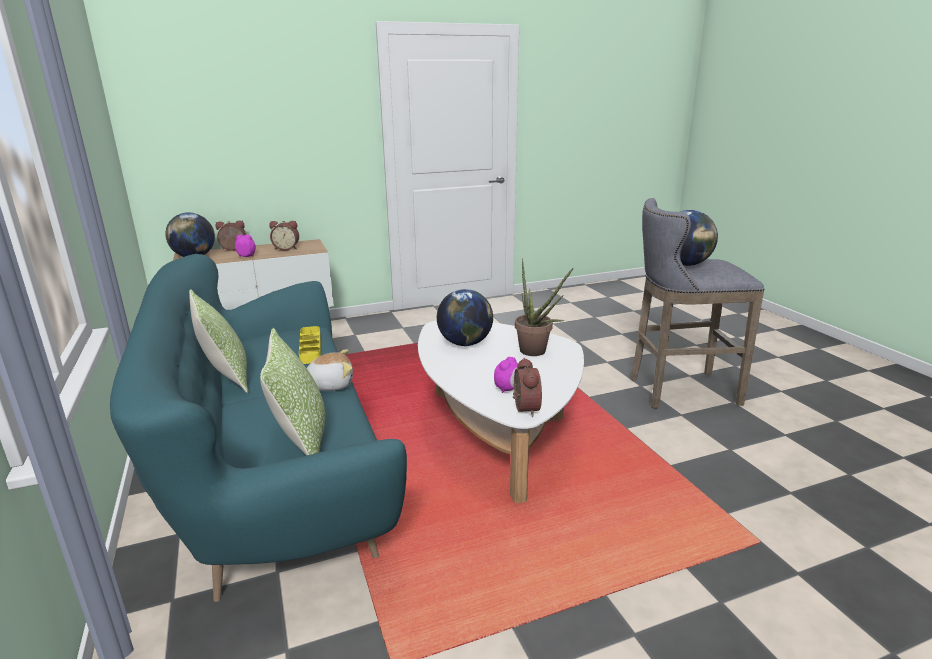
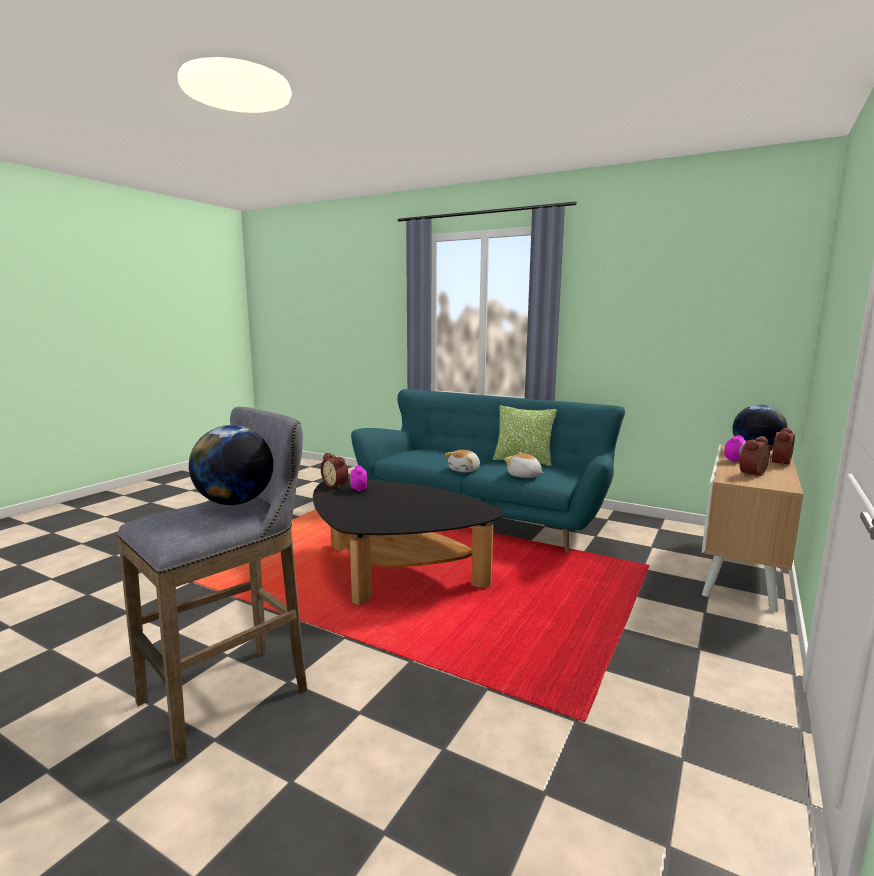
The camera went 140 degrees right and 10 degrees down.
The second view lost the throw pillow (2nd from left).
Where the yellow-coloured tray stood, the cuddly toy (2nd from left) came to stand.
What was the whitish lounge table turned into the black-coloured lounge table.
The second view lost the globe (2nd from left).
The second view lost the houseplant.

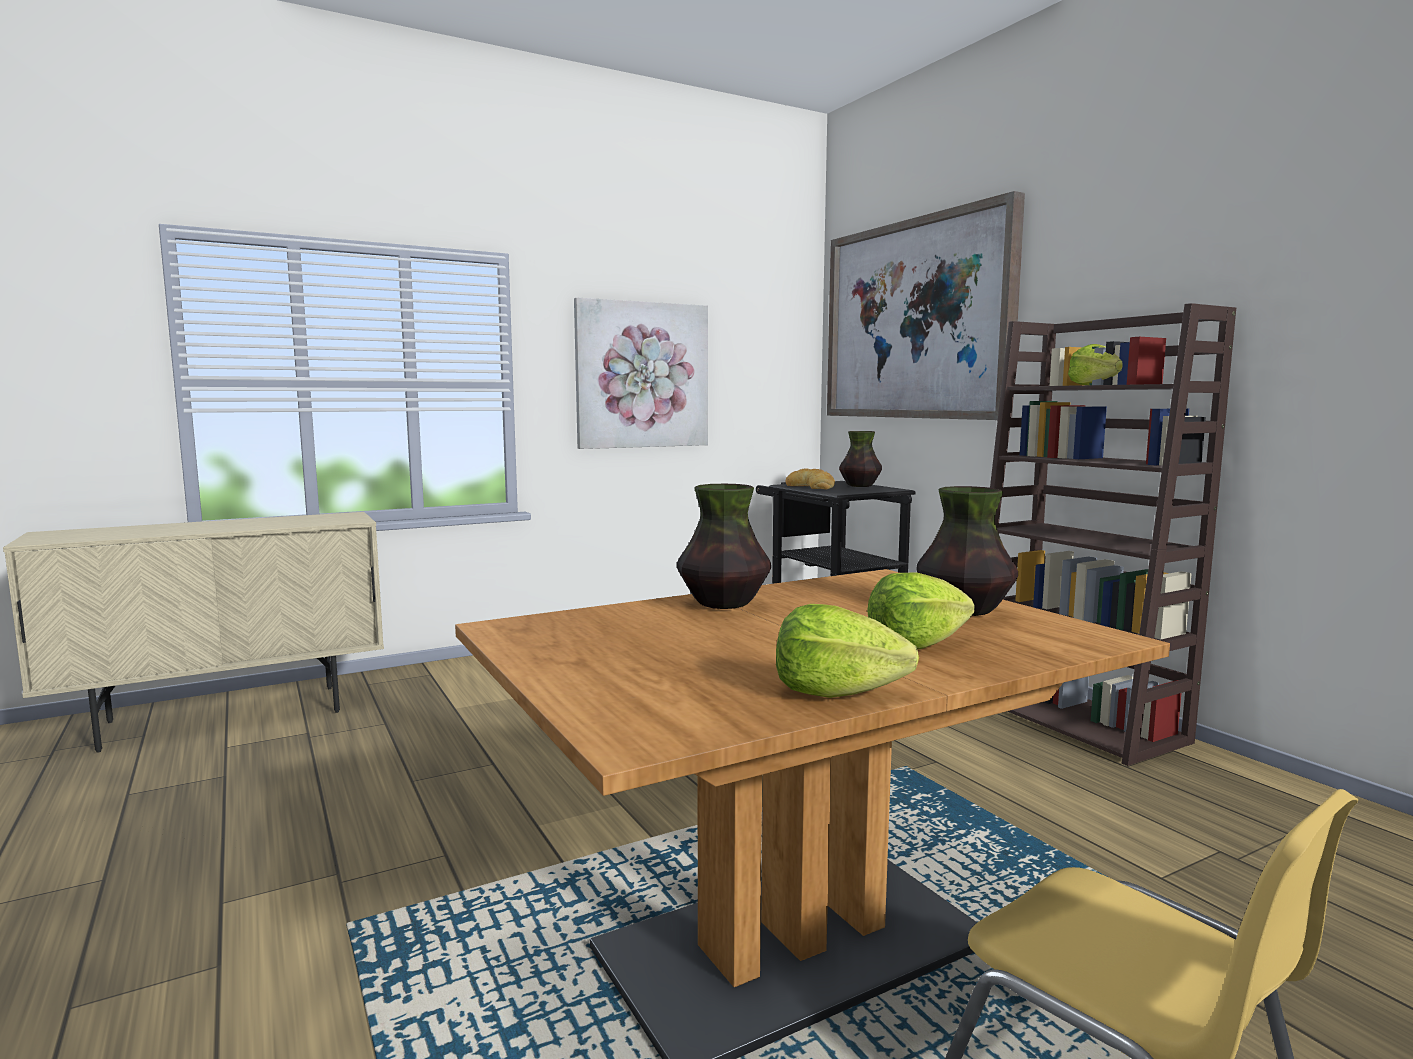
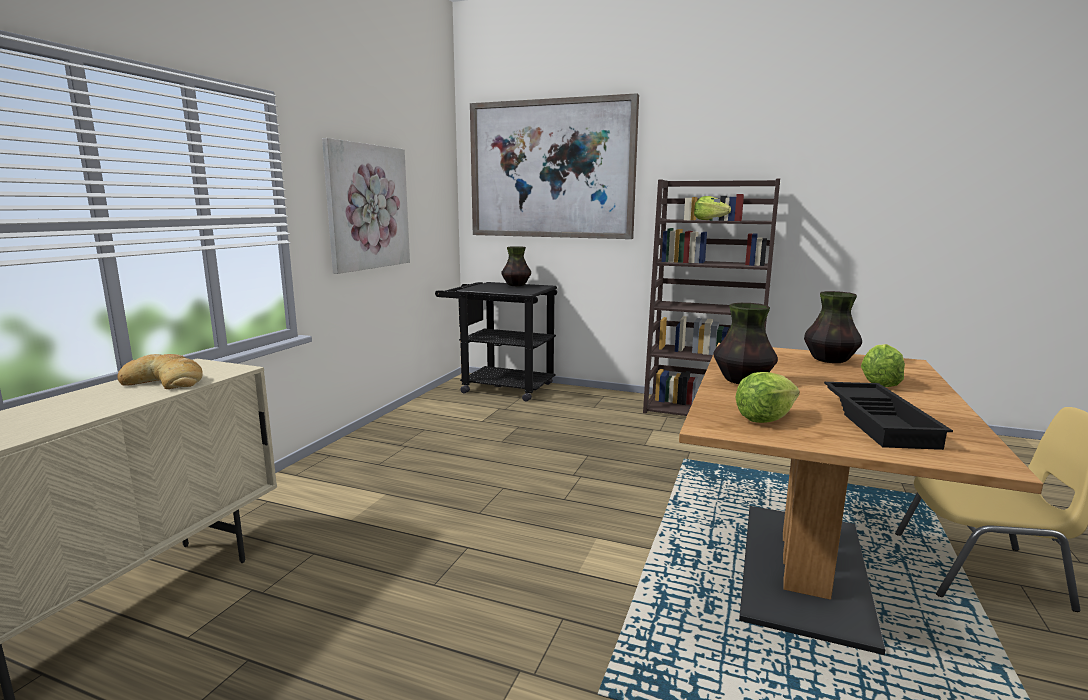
The camera went 40 degrees left and 5 degrees up.
The lettuce head (1st from left in the first image) ended up elsewhere.
The baked bread ended up elsewhere.
The second view gained the black-coloured tray.

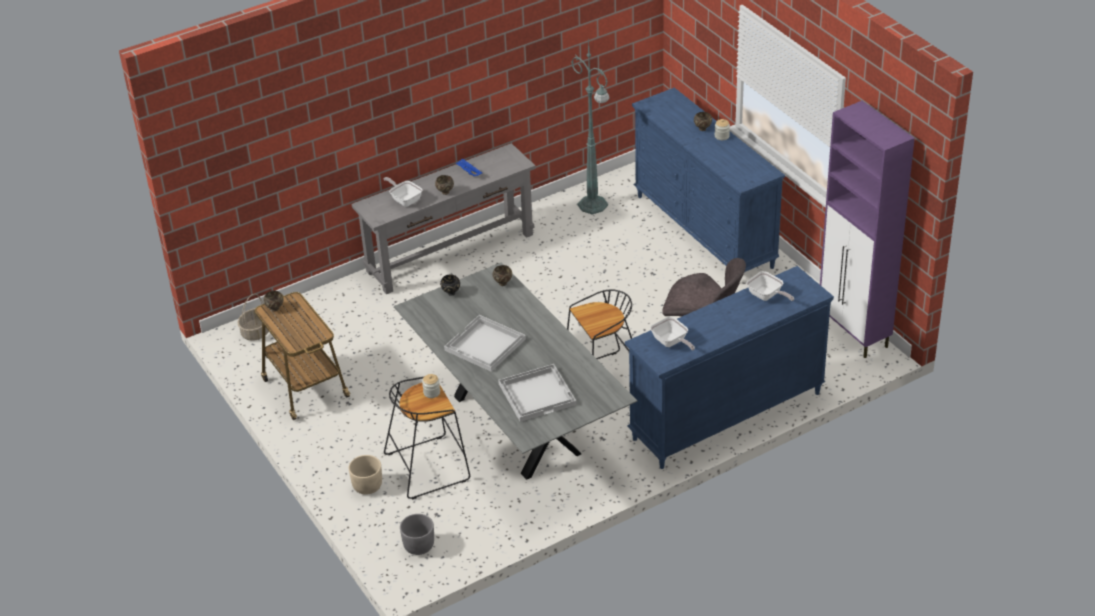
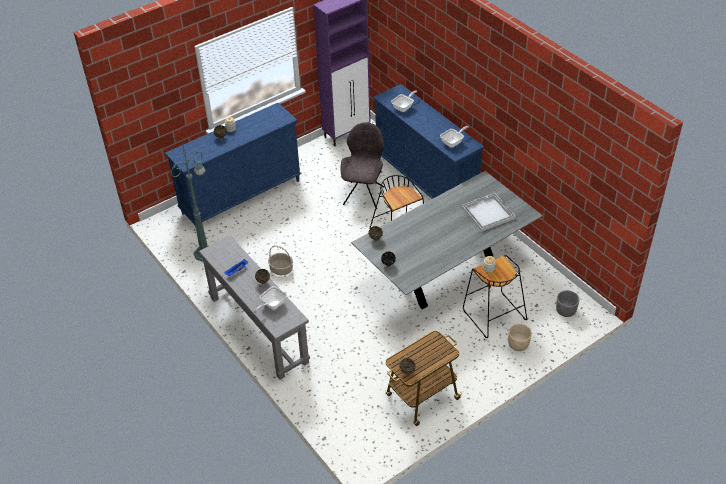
The camera went 95 degrees left and 5 degrees up.
The household basket ended up elsewhere.
The second view lost the whitish tray (1st from left).

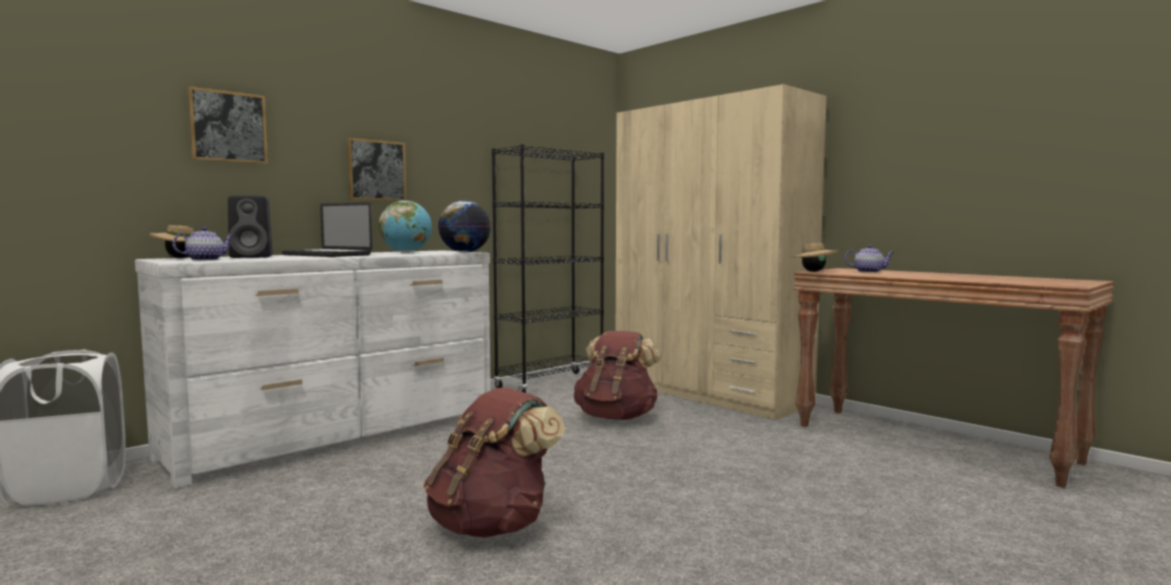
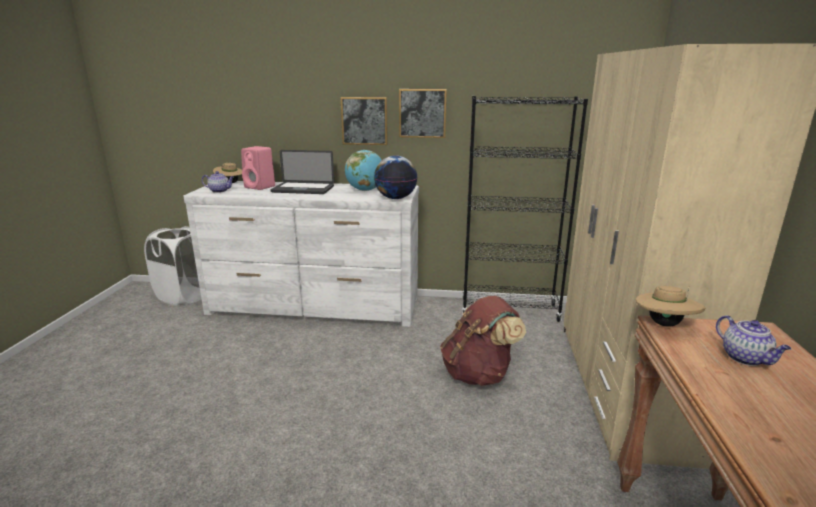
The camera went 50 degrees right and 15 degrees up.
The wall picture (1st from left in the first image) ended up elsewhere.
What was the black-coloured loudspeaker turned into the pink loudspeaker.
The laptop ended up facing another way, 75 degrees counterclockwise from before.
The second view lost the brownish knapsack (1st from left).

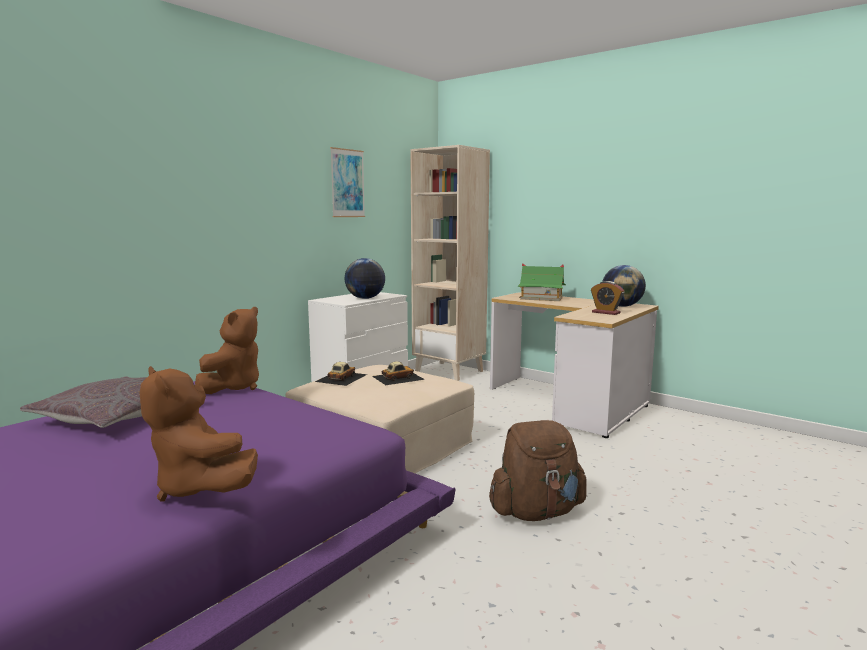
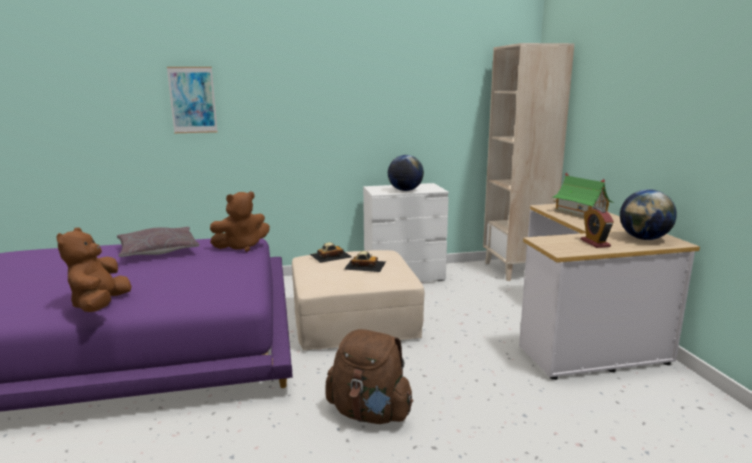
The camera went 40 degrees right and 5 degrees up.
The wall picture ended up elsewhere.

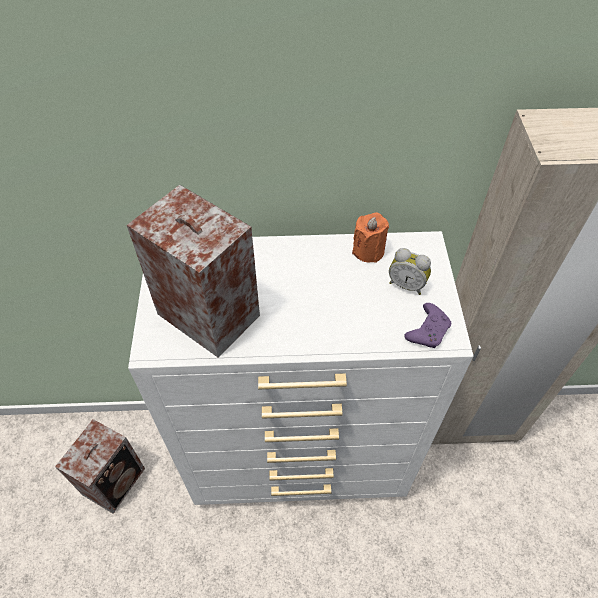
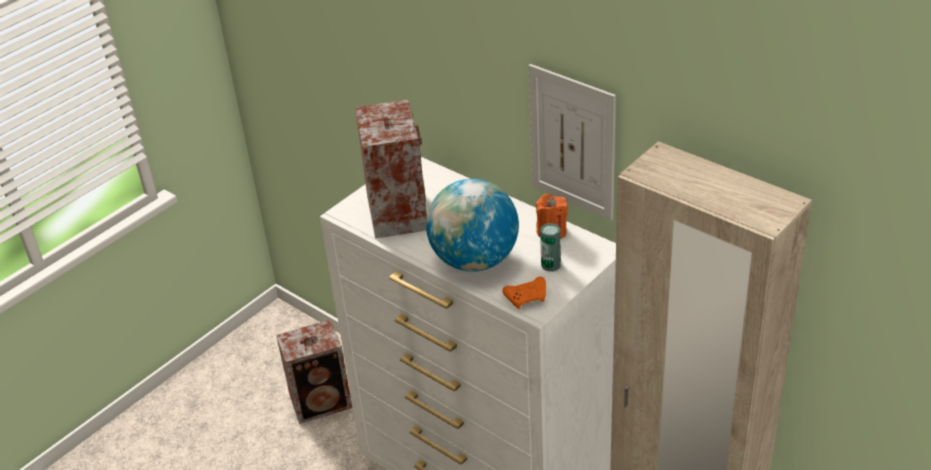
The camera went 45 degrees right and 15 degrees down.
Where the alarm clock stood, the sealed can came to stand.
What was the purplish gamepad turned into the orange-coloured gamepad.
The second view gained the globe.
The second view gained the wall picture.

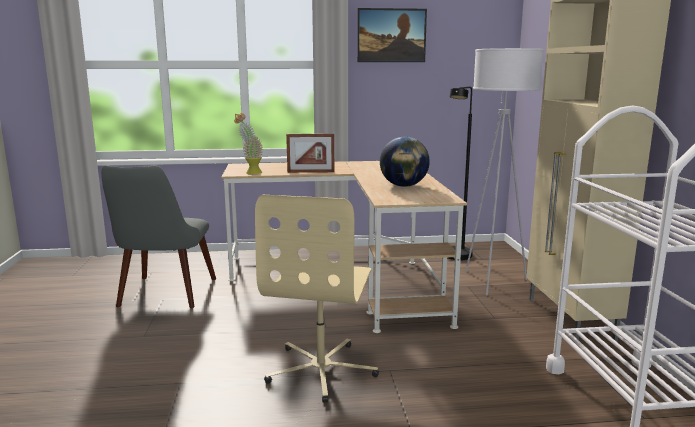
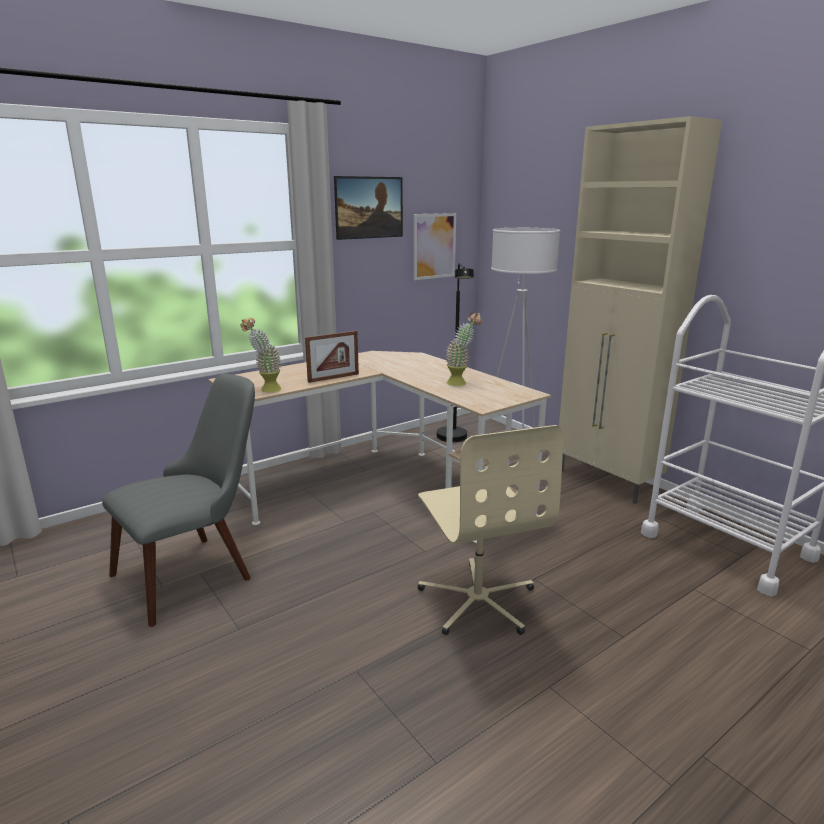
The camera went 30 degrees left and 5 degrees up.
The greyish chair ended up facing another way, 105 degrees counterclockwise from before.
Where the globe stood, the houseplant (2nd from left) came to stand.
The second view gained the wall picture (2nd from left).

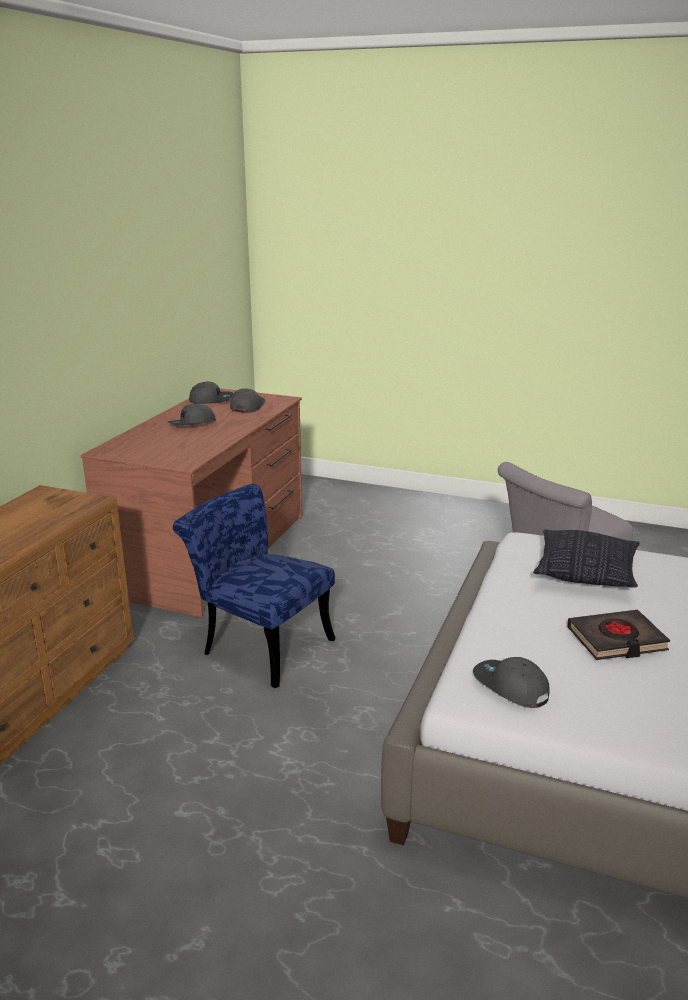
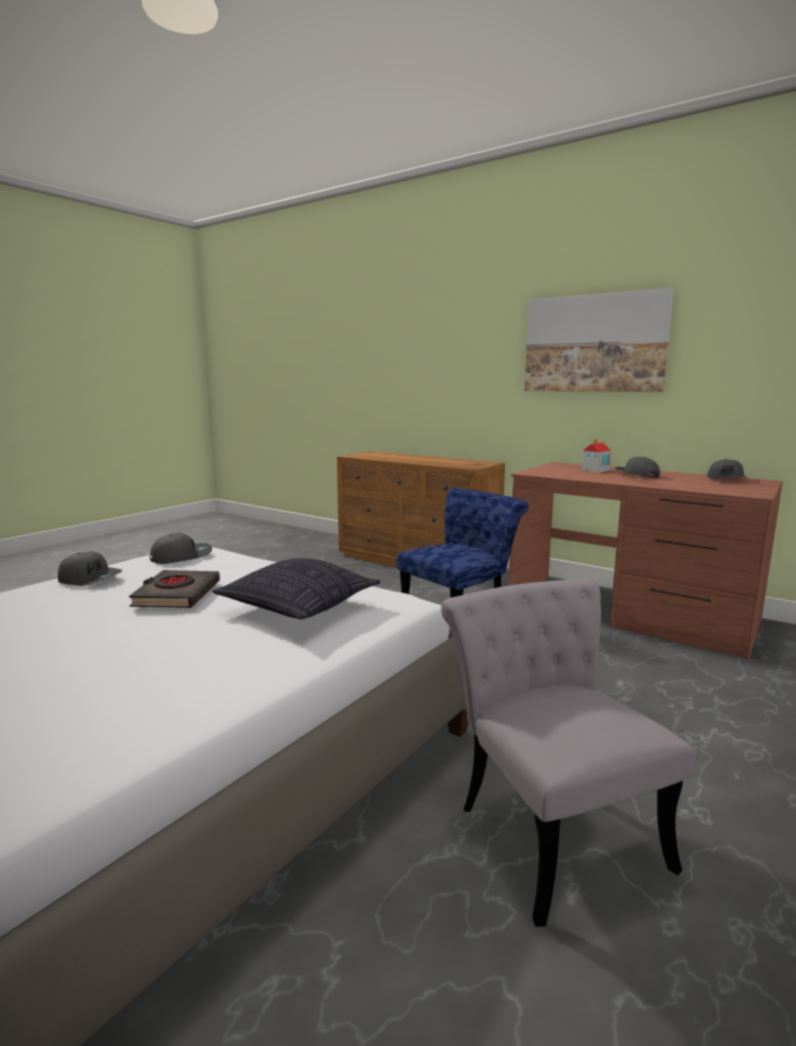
The camera went 105 degrees right and 10 degrees down.
The greyish cap (3rd from left in the first image) ended up elsewhere.
The second view gained the wall picture.
The second view gained the model house.

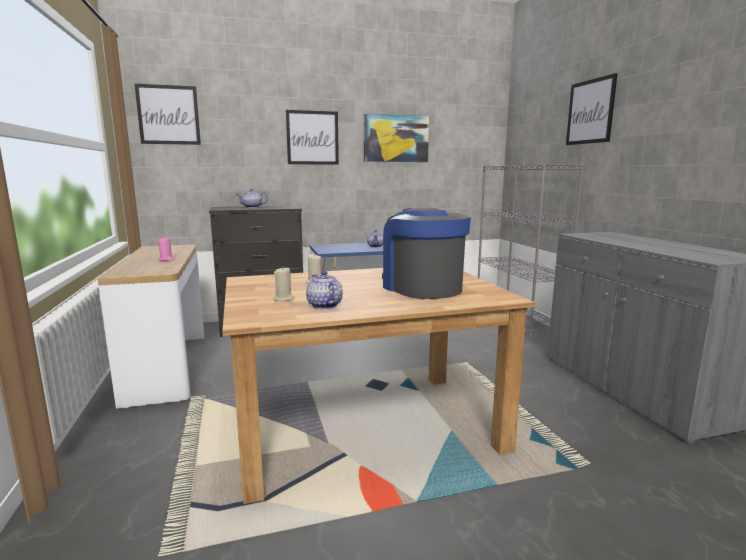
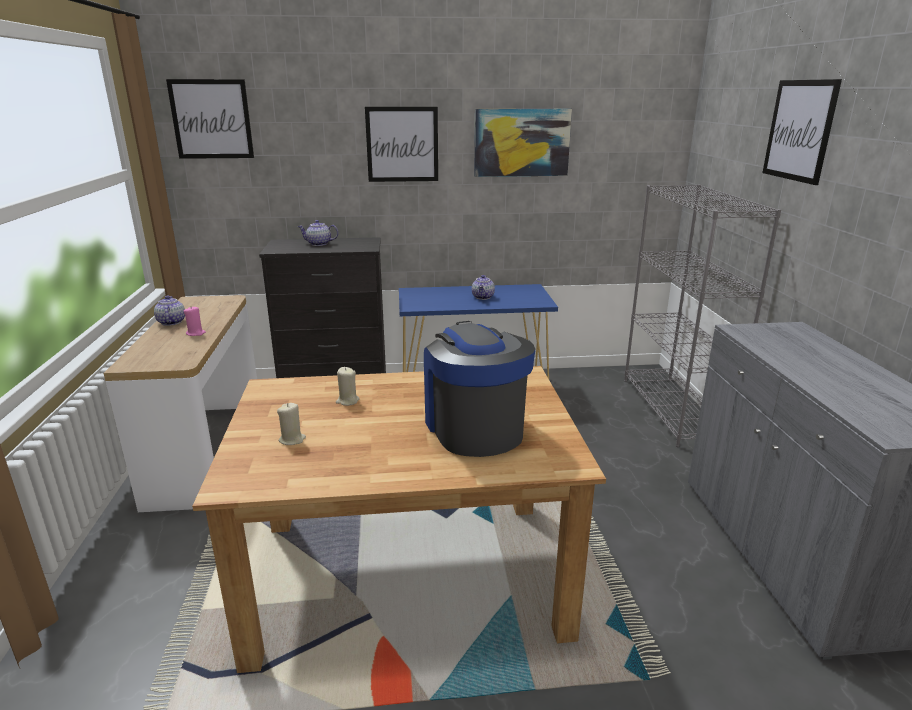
The camera went 10 degrees right and 10 degrees up.
The teapot (2nd from left in the first image) ended up elsewhere.

